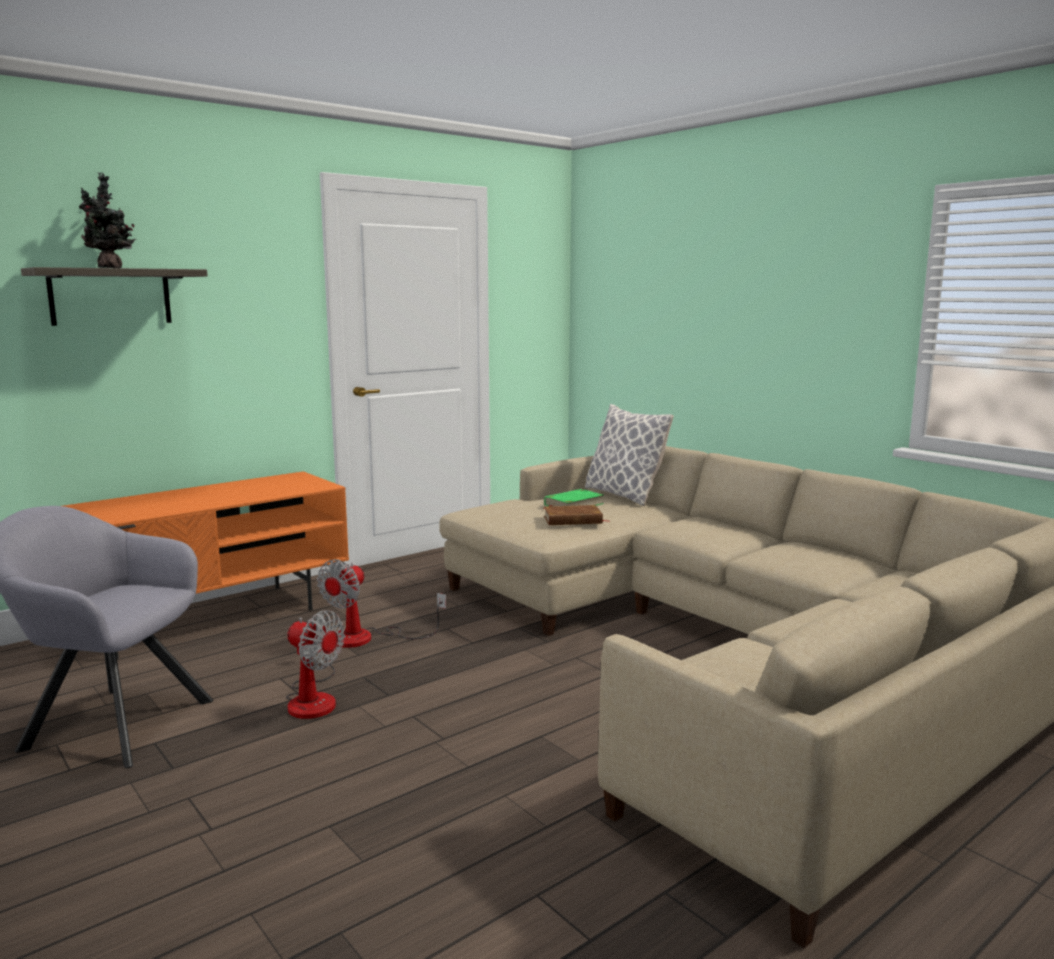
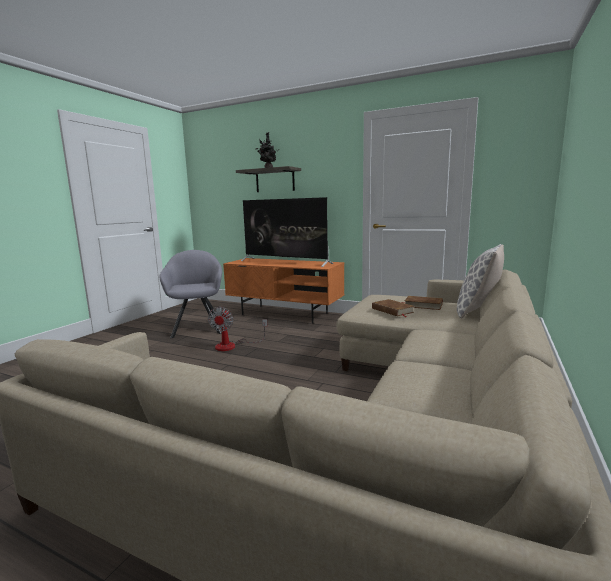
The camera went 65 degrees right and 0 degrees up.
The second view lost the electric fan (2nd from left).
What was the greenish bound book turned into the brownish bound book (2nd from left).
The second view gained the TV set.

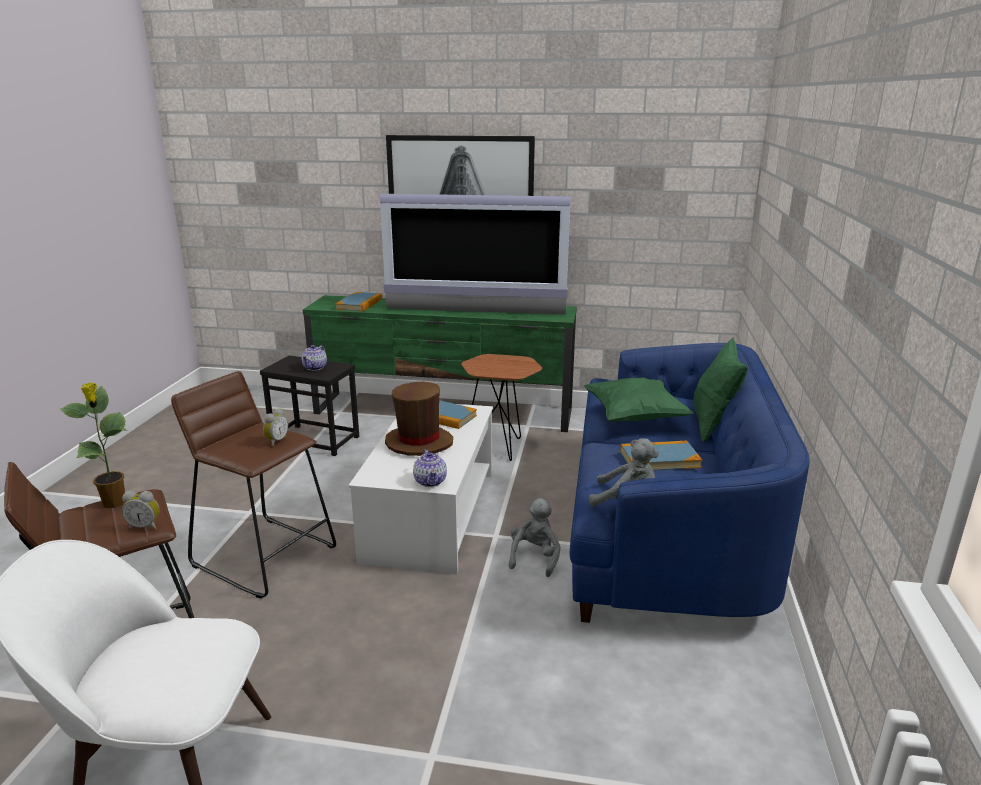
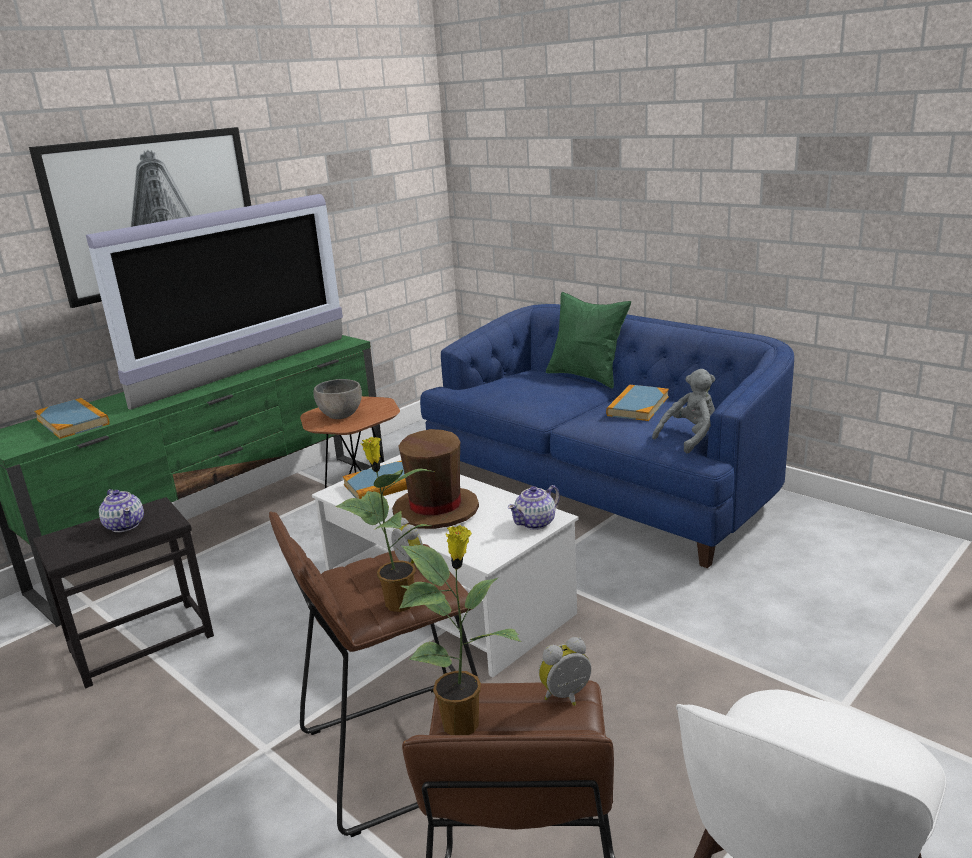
The camera went 55 degrees left and 0 degrees up.
The alarm clock (1st from left in the first image) ended up facing another way, 150 degrees counterclockwise from before.
The teapot (2nd from left) ended up facing another way, 120 degrees clockwise from before.
The second view lost the greyish cuddly toy (1st from left).
The second view lost the greenish throw pillow (1st from left).
The second view gained the greyish bowl.
The second view gained the houseplant (1st from left).

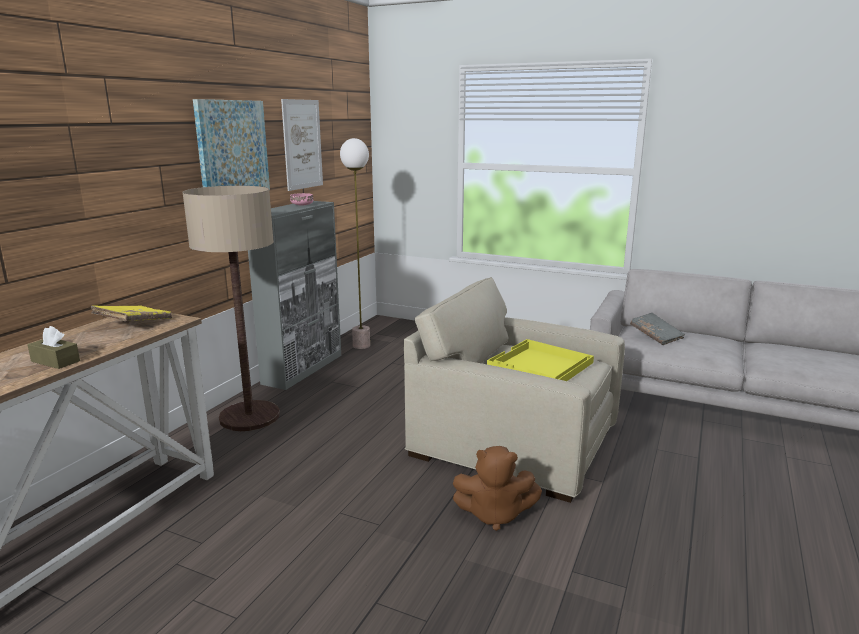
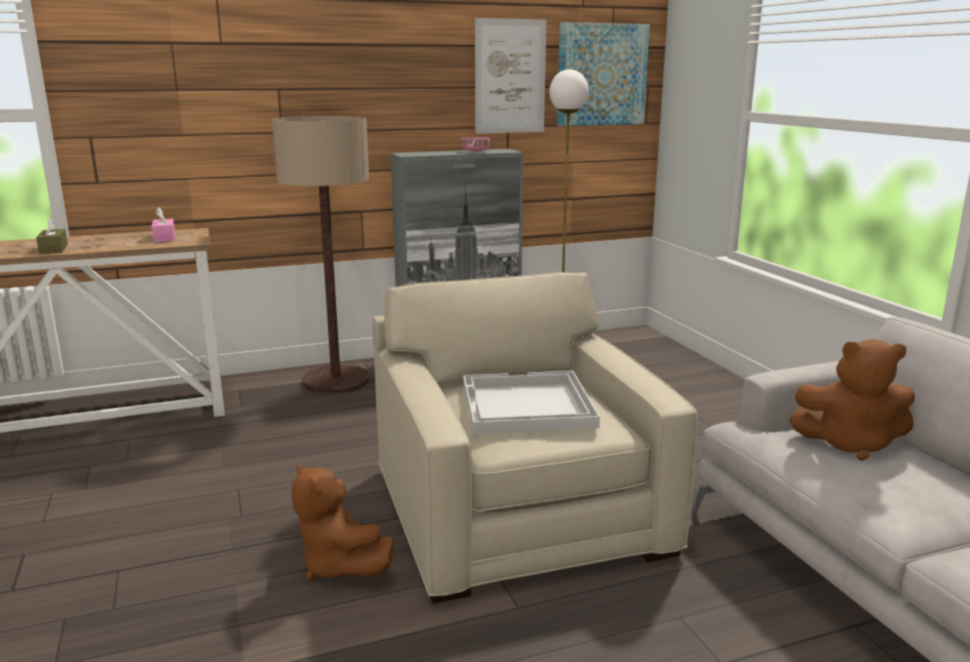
The camera went 45 degrees right and 0 degrees up.
Where the yellow-coloured bound book stood, the pink tissue box came to stand.
The wall picture (1st from left in the first image) ended up elsewhere.
What was the yellow-coloured tray turned into the whitish tray.
Where the greyish bound book stood, the brownish cuddly toy (2nd from left) came to stand.

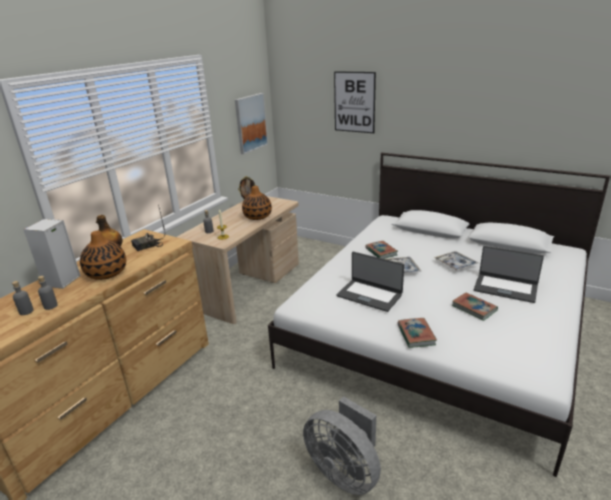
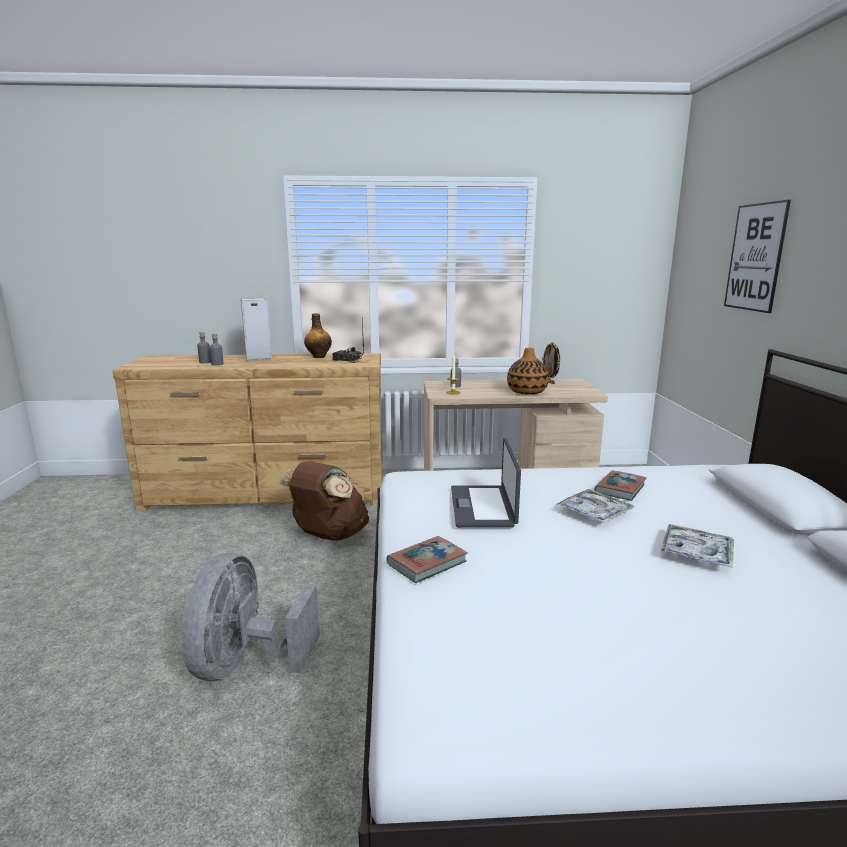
The camera went 55 degrees right and 10 degrees down.
The second view lost the vase (1st from left).
The second view lost the wall picture (1st from left).
The second view lost the bound book (3rd from left).
The second view lost the laptop (2nd from left).
The second view gained the brownish knapsack.

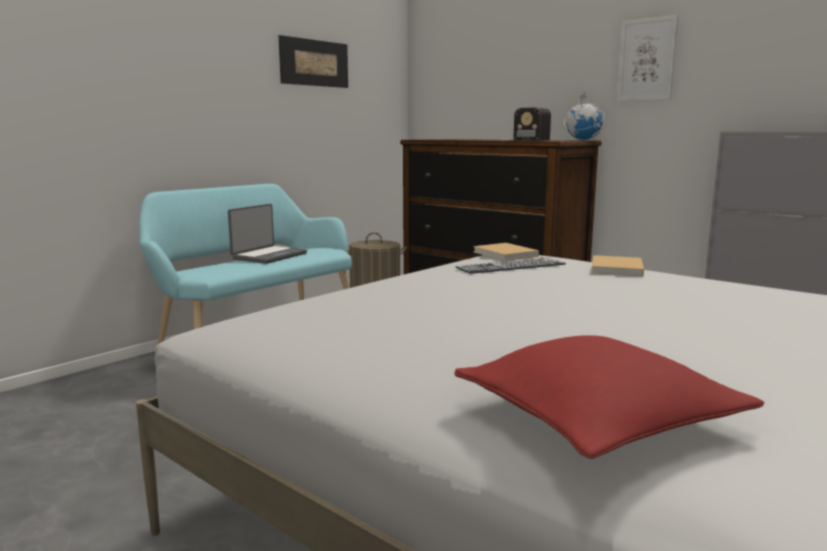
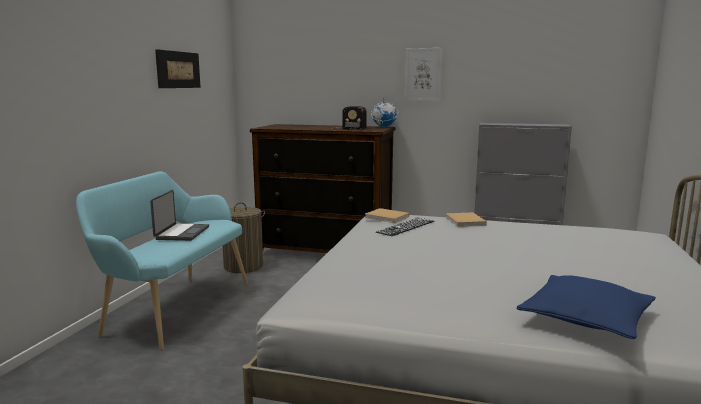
The camera went 25 degrees left and 0 degrees up.
What was the red-coloured throw pillow turned into the bluish throw pillow.

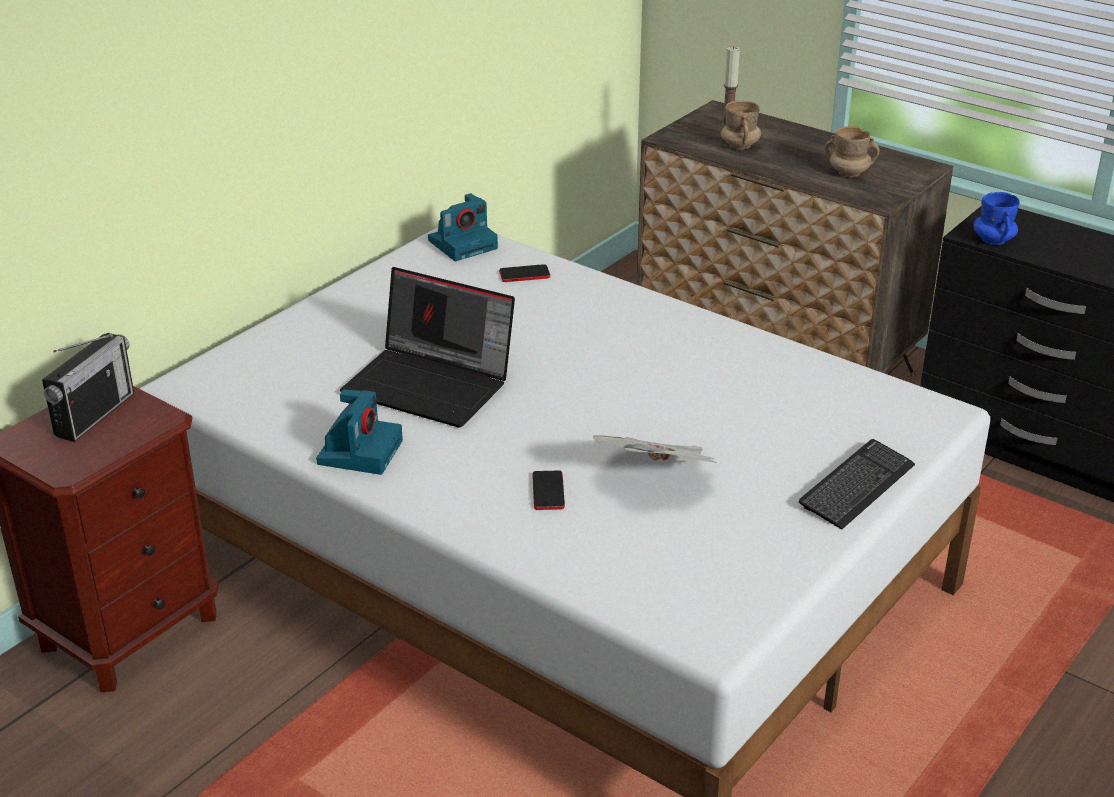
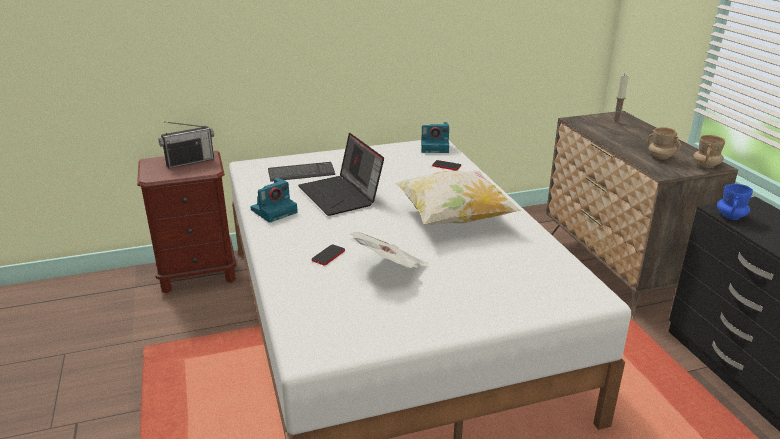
The camera went 35 degrees right and 5 degrees down.
The sand-coloured mug (1st from left in the first image) ended up elsewhere.
The keyboard ended up elsewhere.
The second view gained the throw pillow.

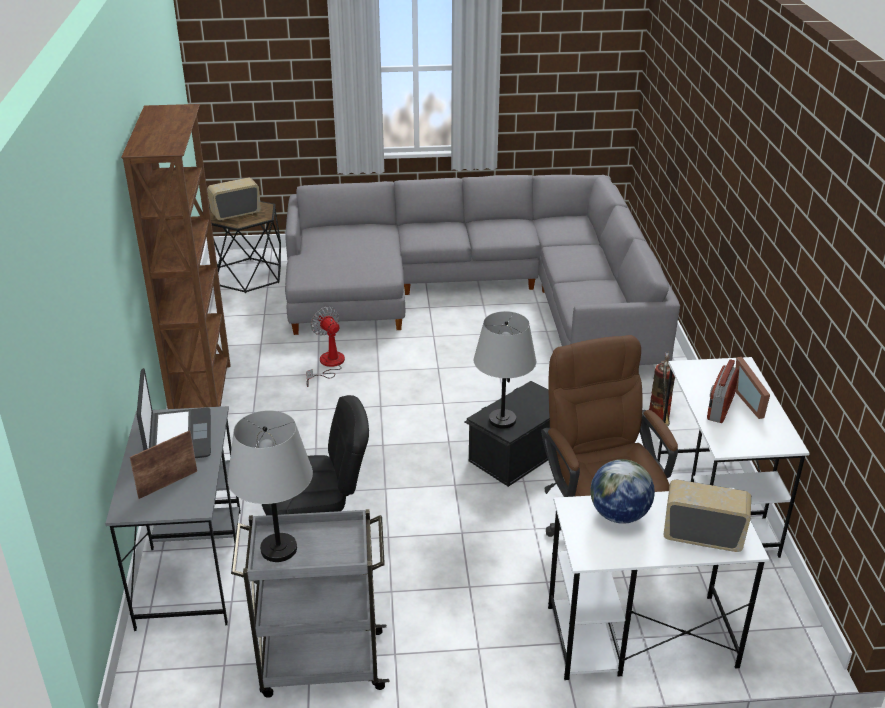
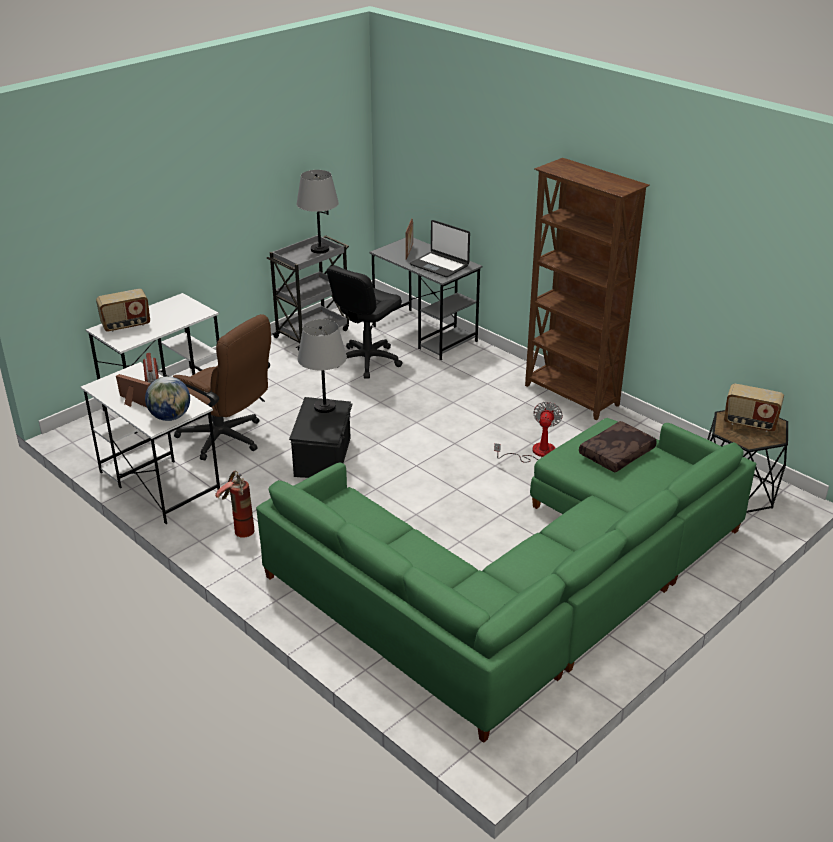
The camera went 140 degrees right and 0 degrees up.
The radio (1st from left in the first image) ended up facing another way, 90 degrees clockwise from before.
What was the greyish settee turned into the greenish settee.
The electric fan ended up facing another way, 90 degrees counterclockwise from before.
The globe ended up elsewhere.
The second view gained the brownish throw pillow.

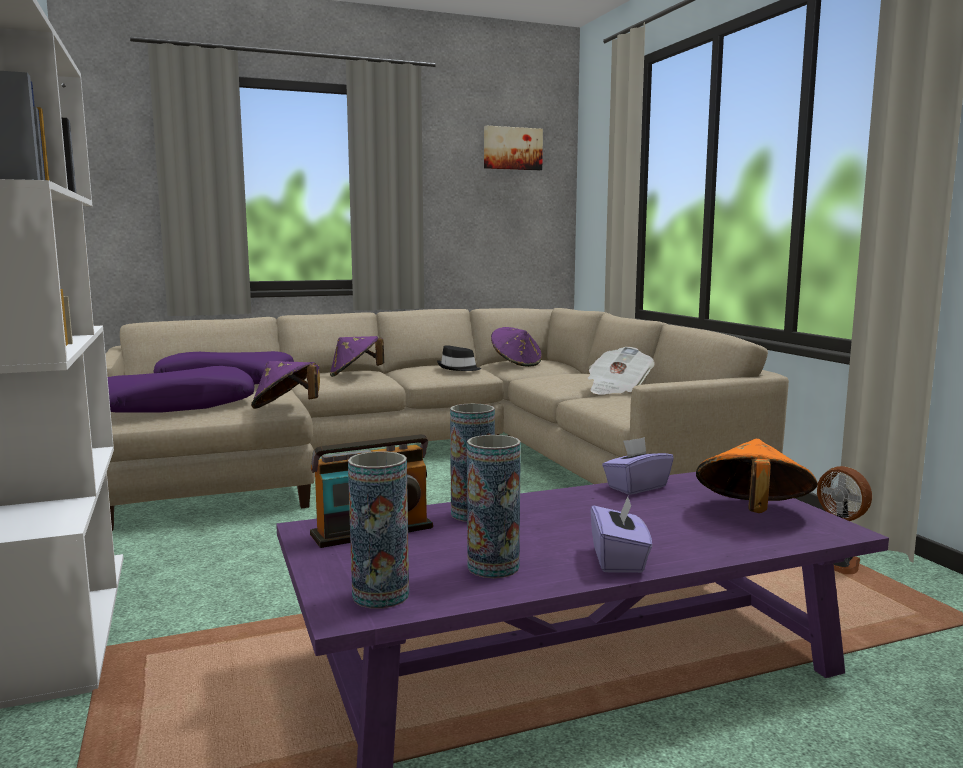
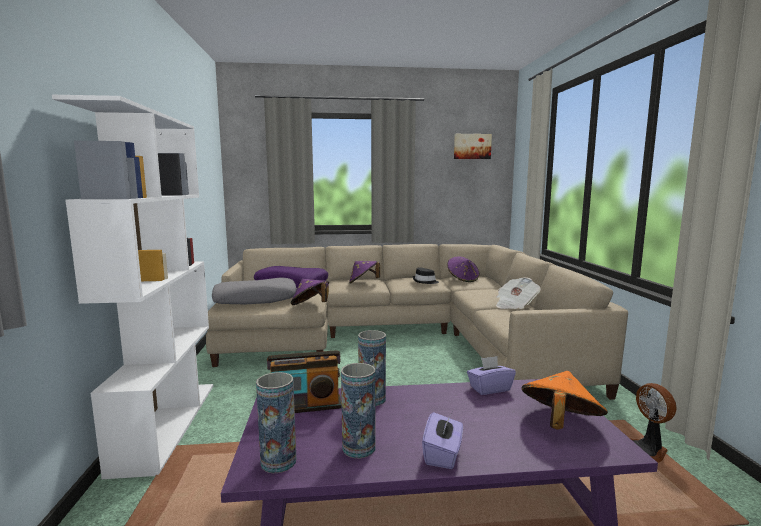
The camera went 15 degrees right and 0 degrees up.
What was the purplish throw pillow (1st from left) turned into the greyish throw pillow.

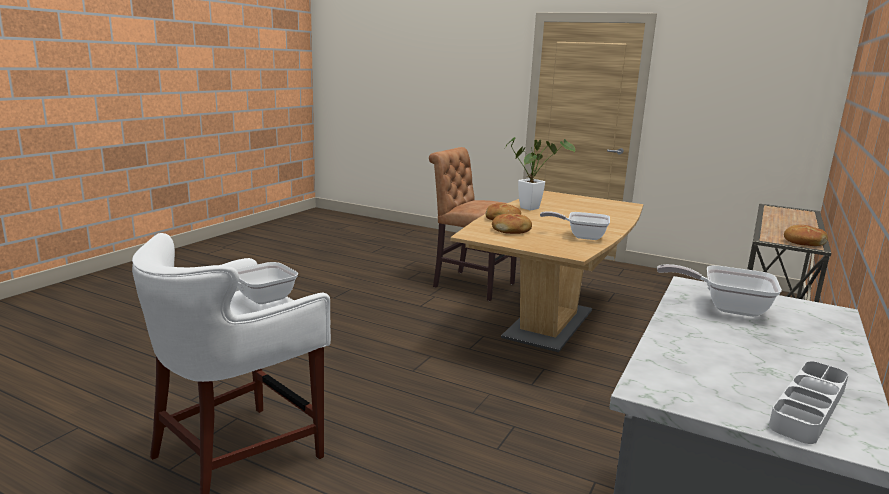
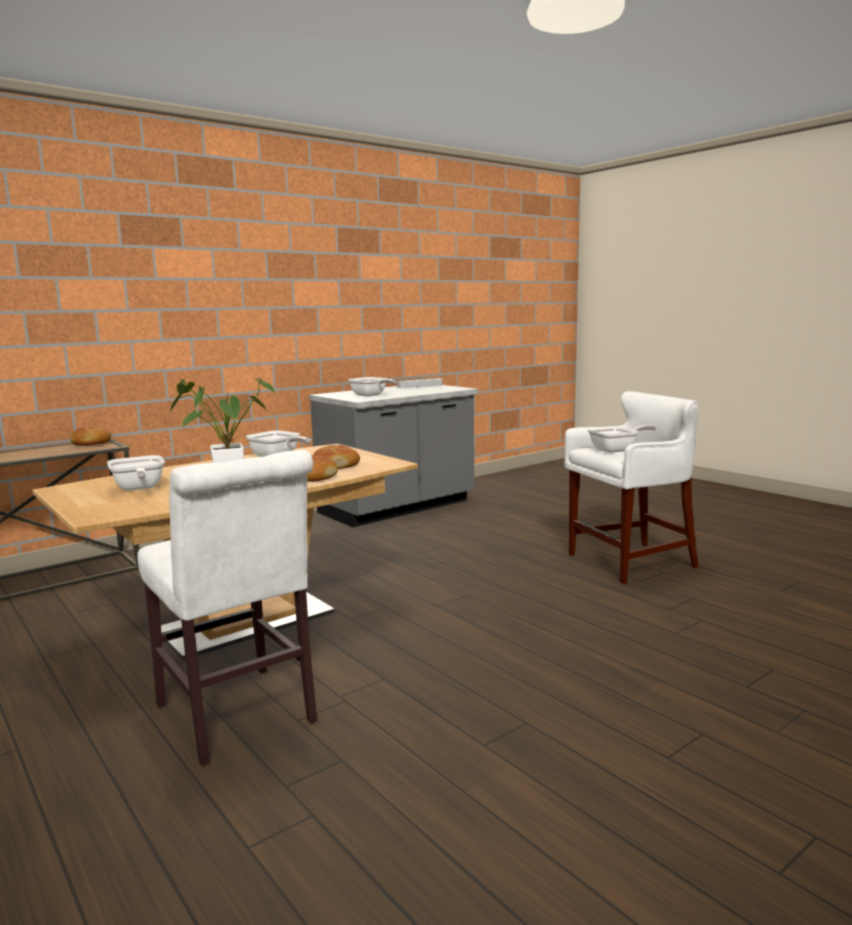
The camera went 155 degrees left and 5 degrees down.
What was the brownish chair turned into the whitish chair.
The second view gained the skillet (1st from left).

